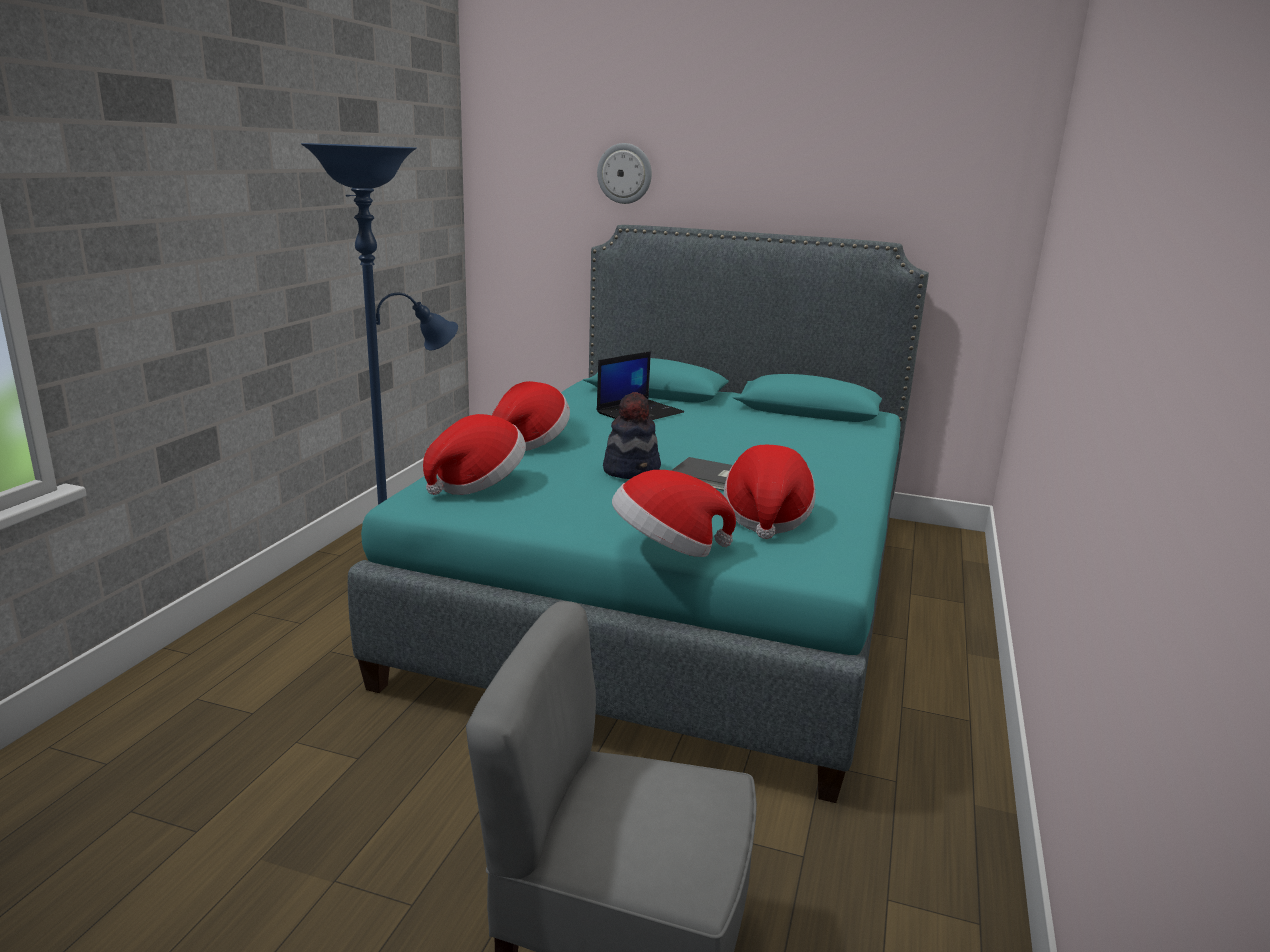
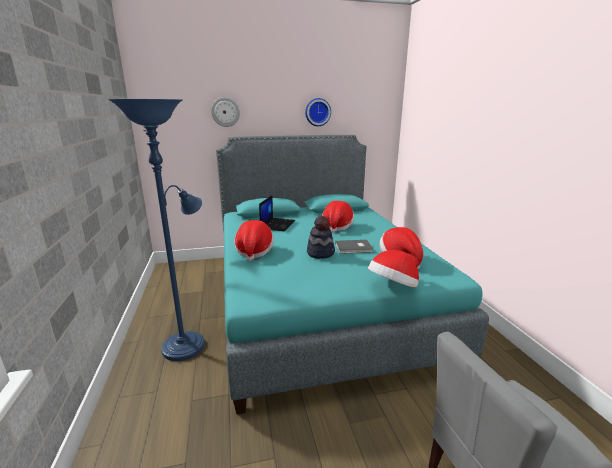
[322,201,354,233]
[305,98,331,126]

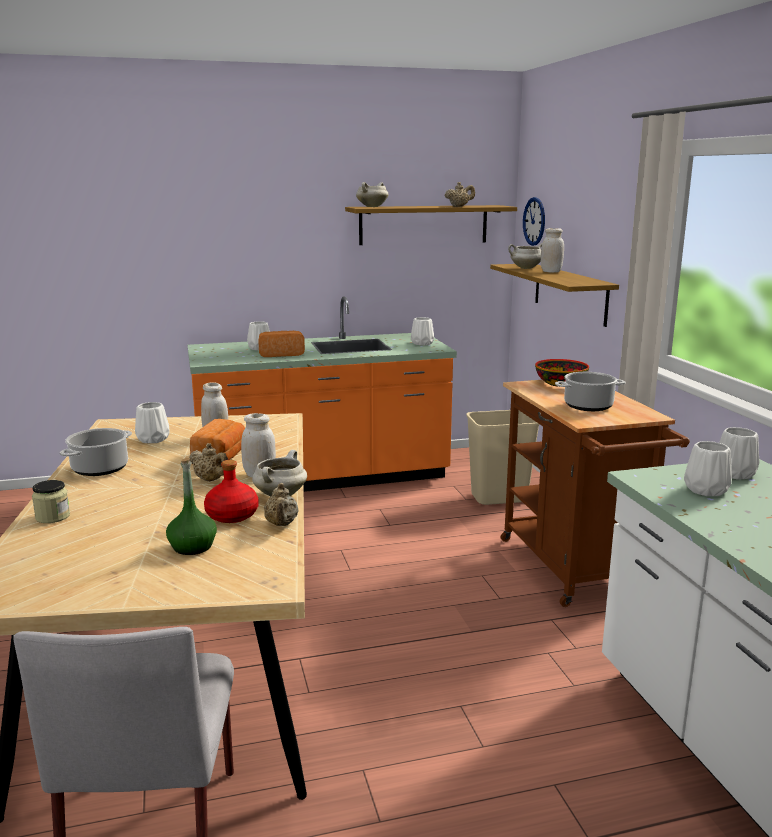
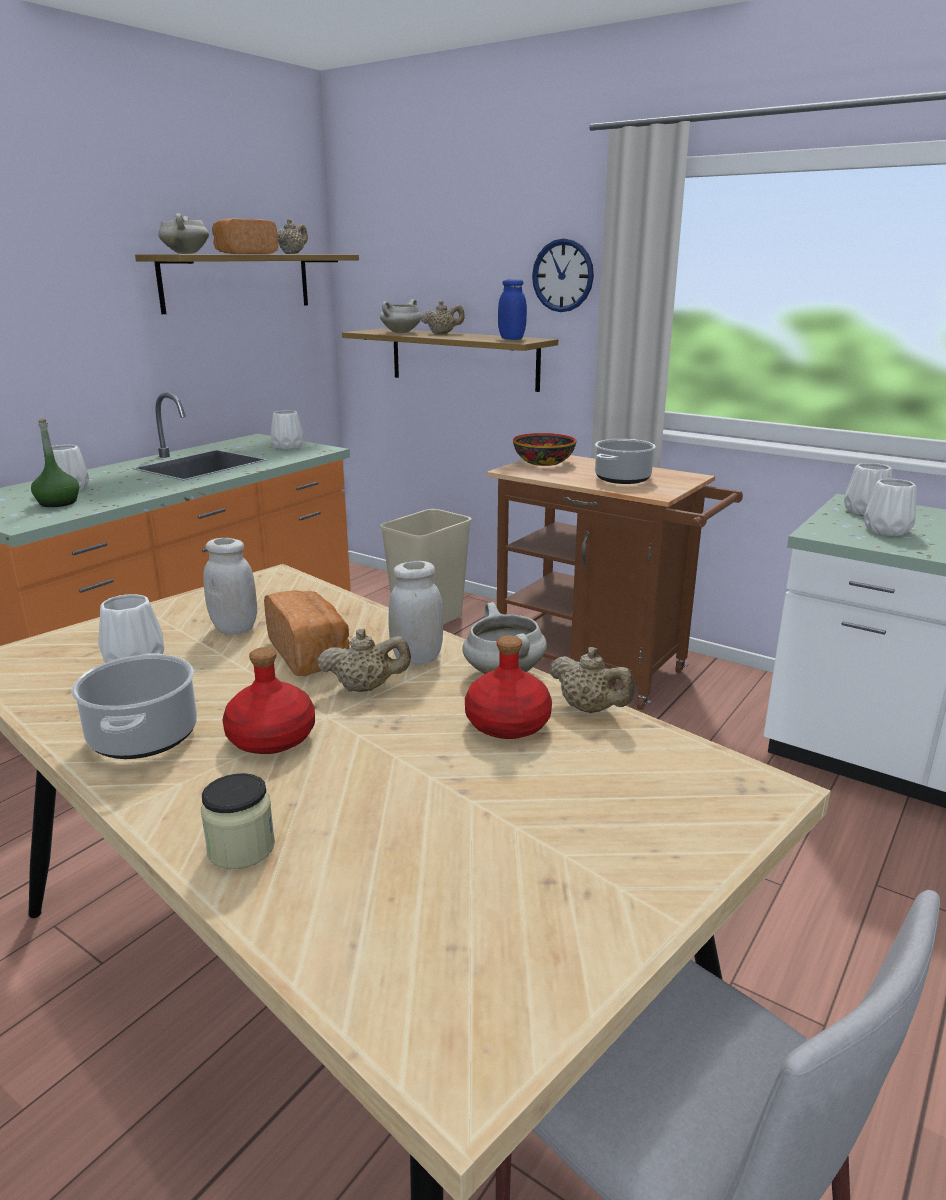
[31,419,79,507]
[212,218,278,254]
[532,238,594,312]
[421,300,464,334]
[222,647,315,754]
[498,279,527,340]

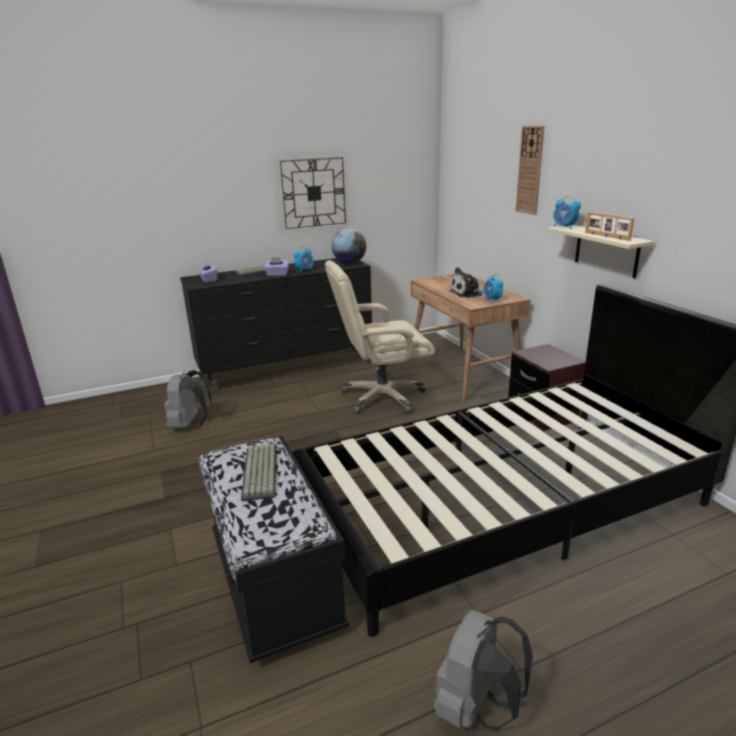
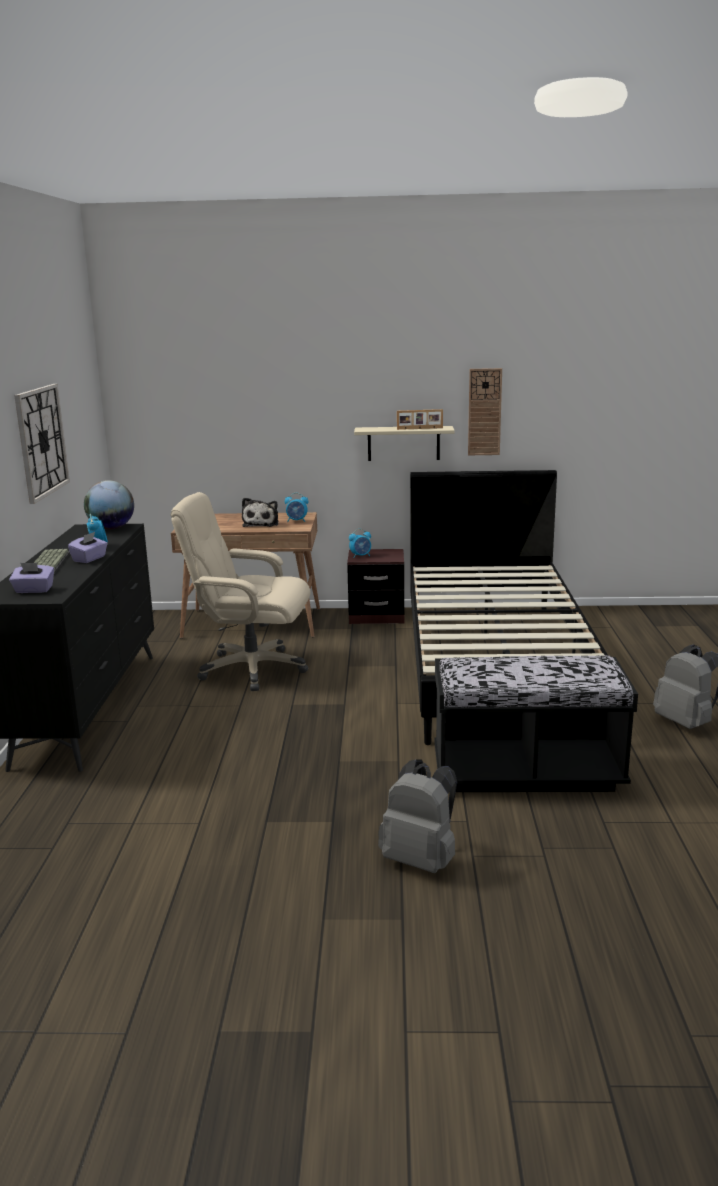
[378,760,457,873]
[241,444,277,501] (first image)
[171,492,310,691]
[468,368,502,455]
[349,529,371,558]

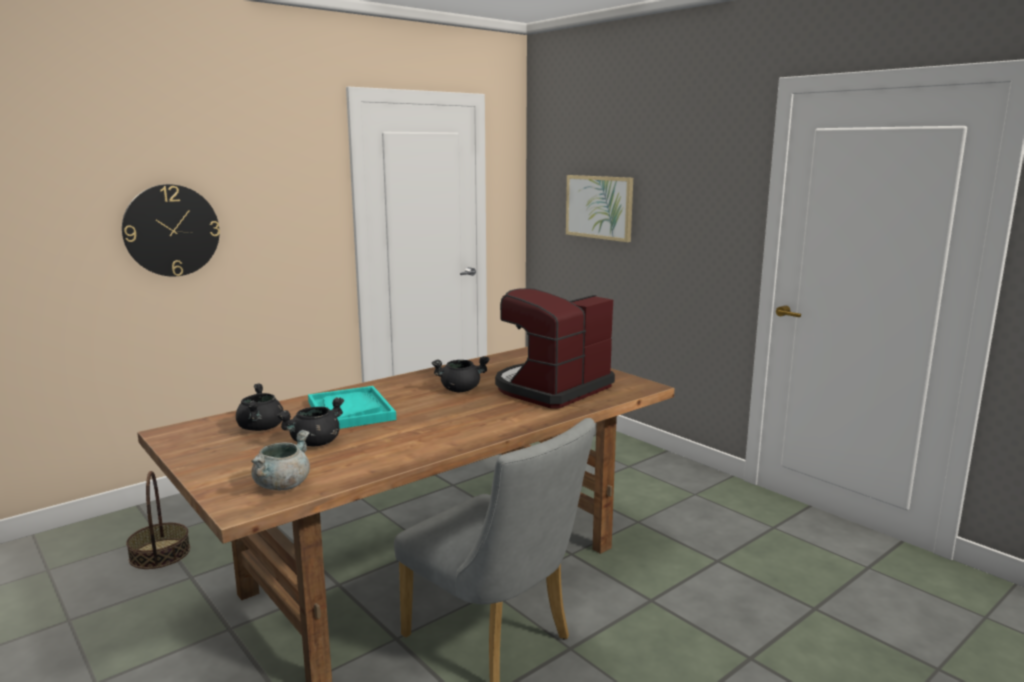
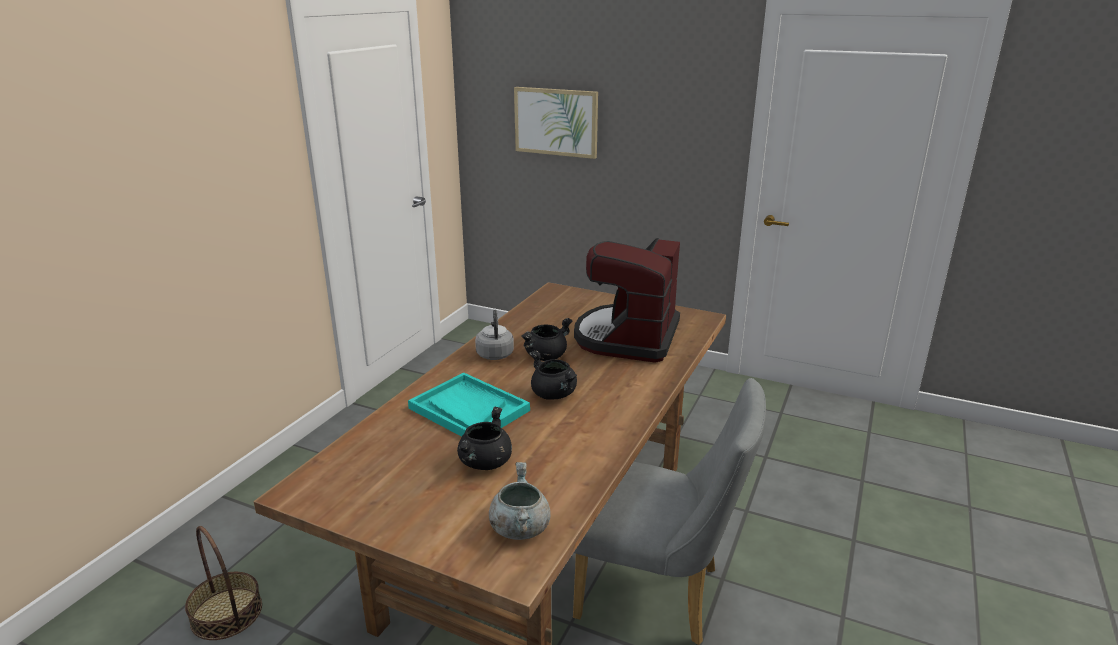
[122,184,220,277] (first image)
[529,351,577,400]
[475,310,514,360]

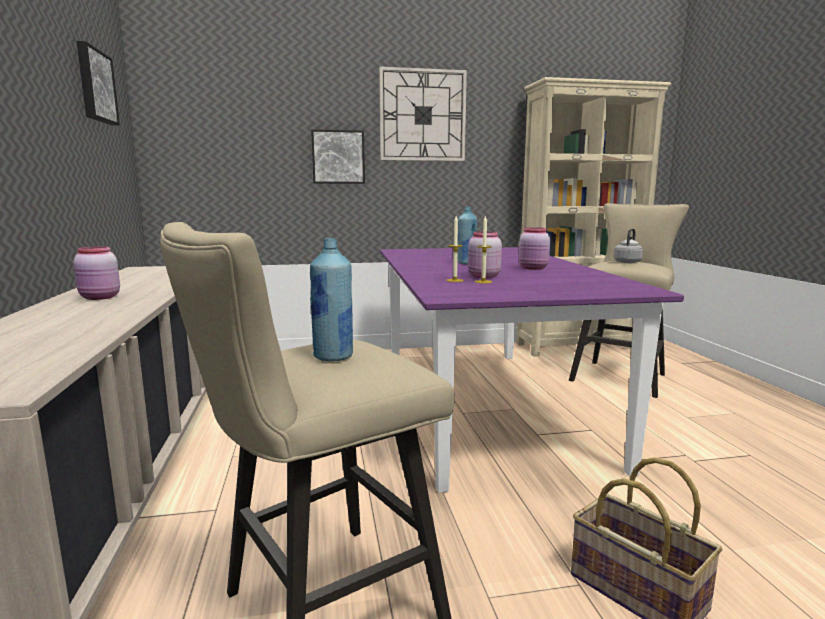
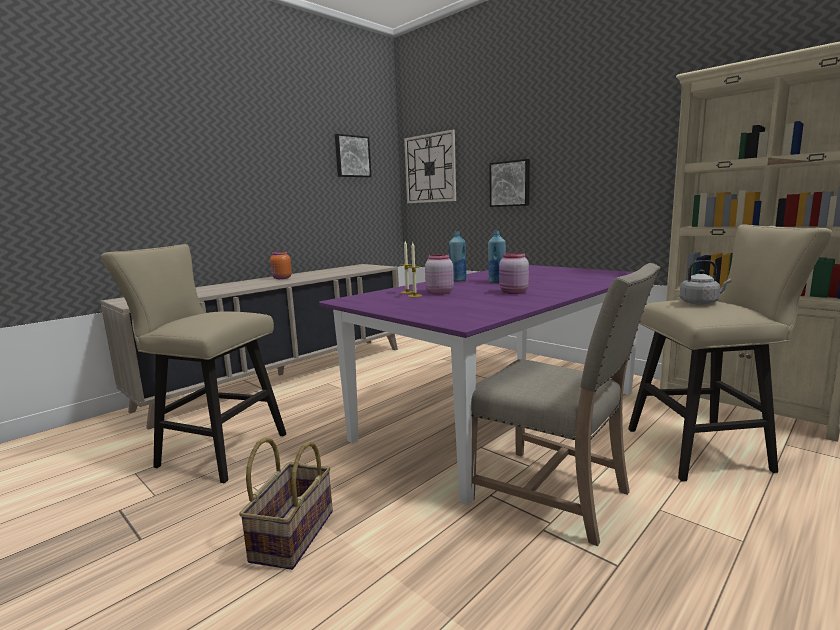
[270,251,292,279]
[449,231,467,282]
[404,129,456,203]
[471,263,660,546]

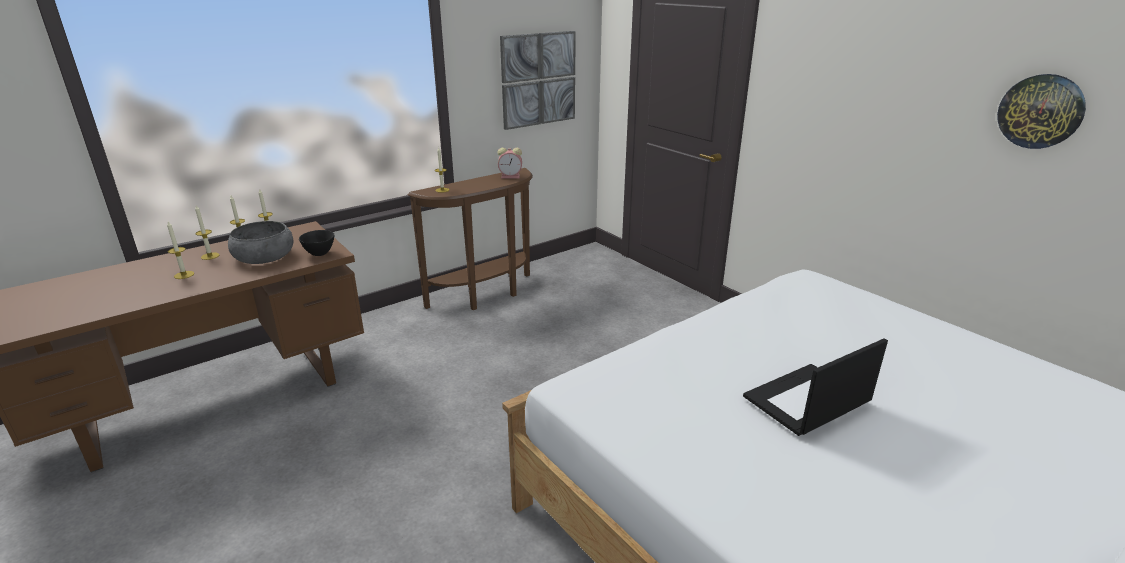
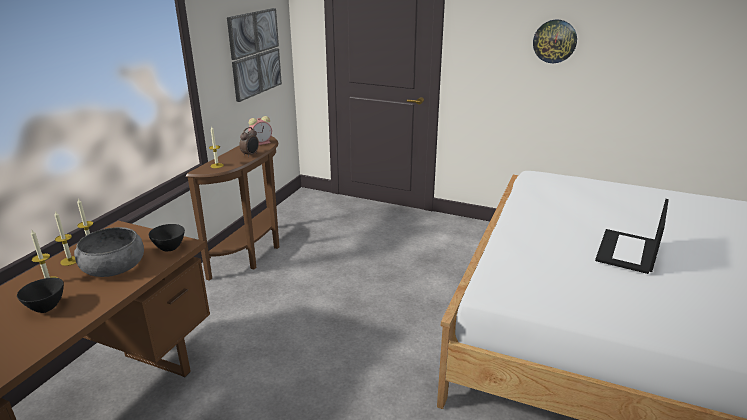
[17,277,64,313]
[533,20,577,63]
[239,127,259,157]

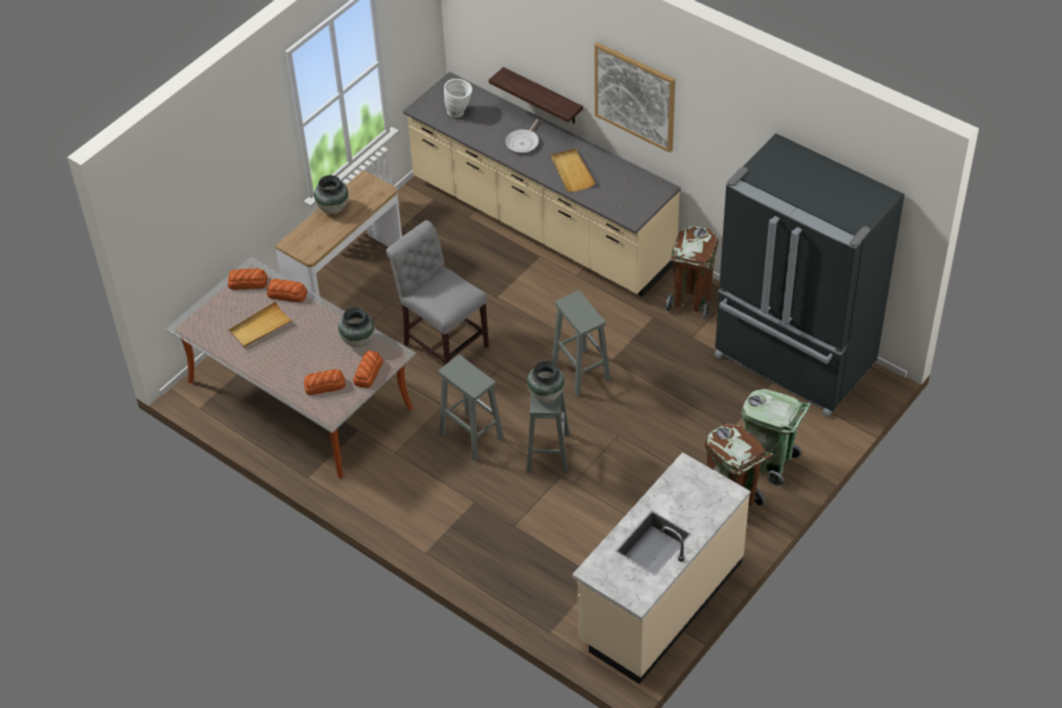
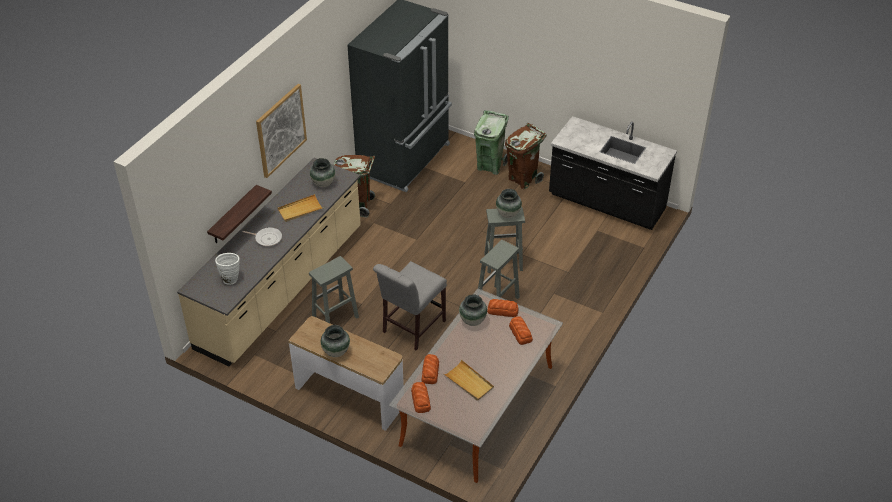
[309,256,359,323]
[549,116,677,230]
[310,158,335,187]

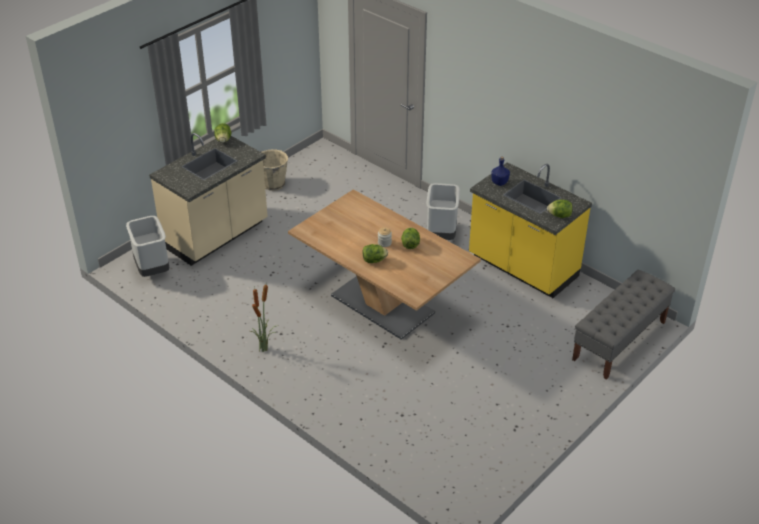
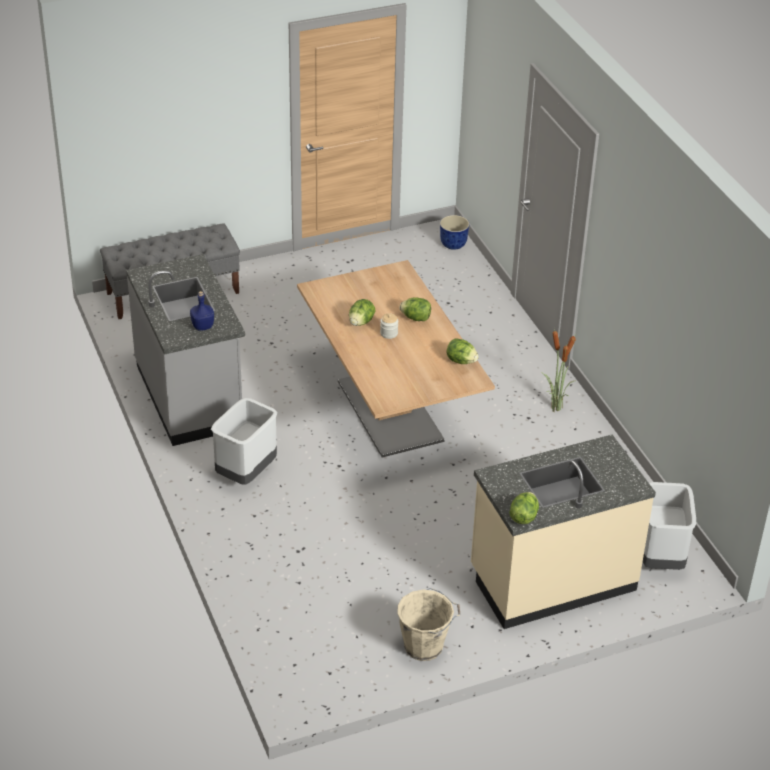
[126,254,245,446]
[446,338,479,364]
[440,215,469,250]

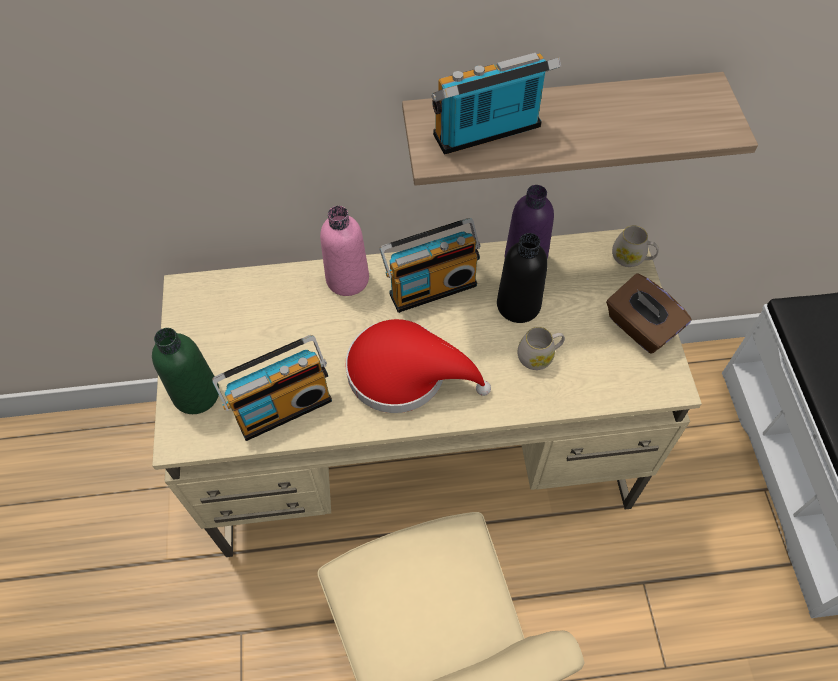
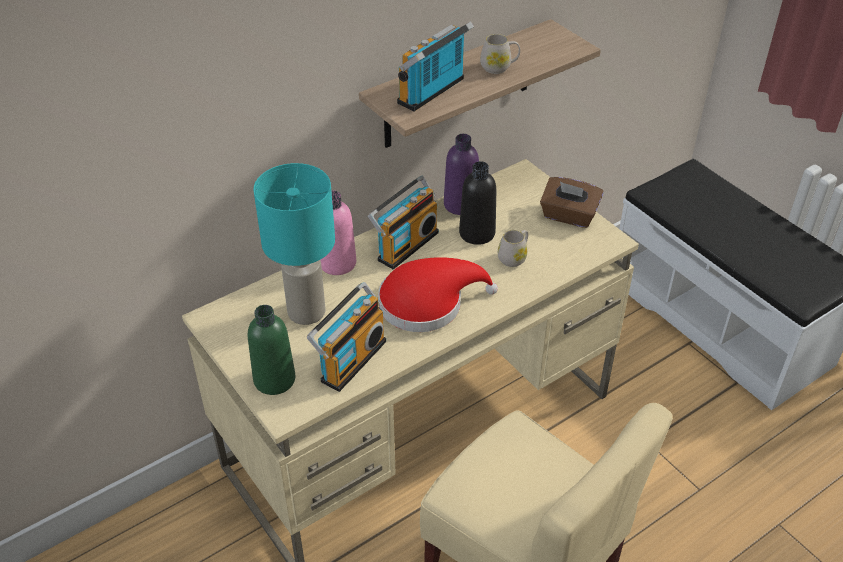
[480,34,520,74]
[253,163,335,325]

